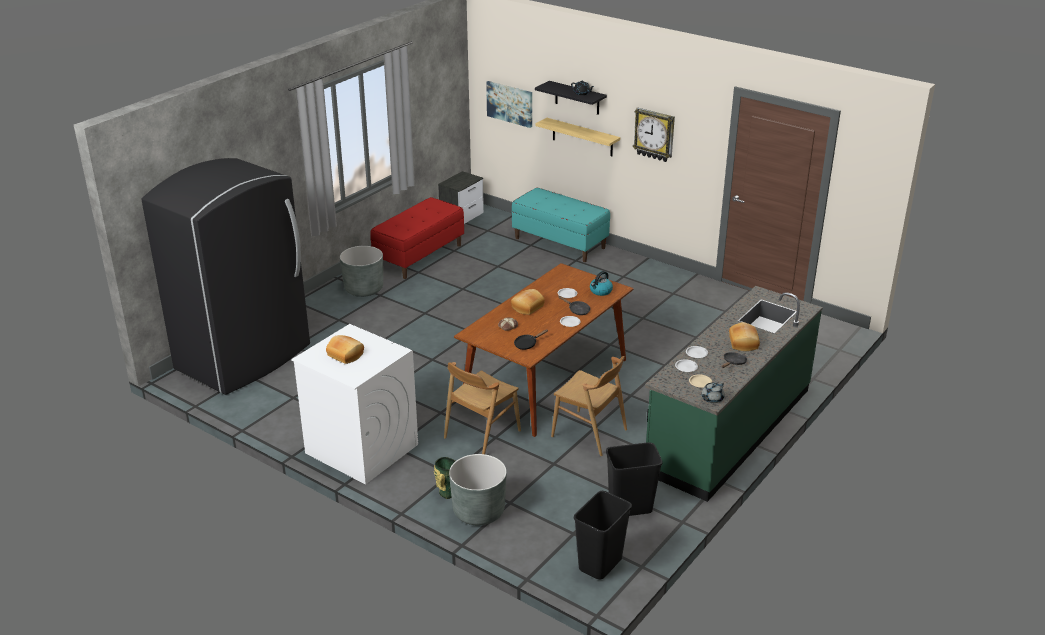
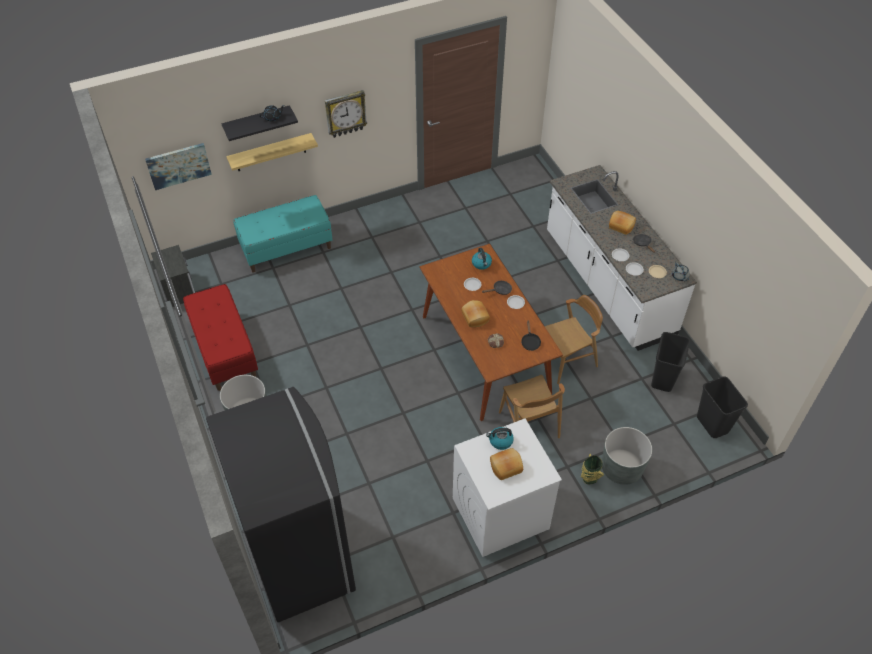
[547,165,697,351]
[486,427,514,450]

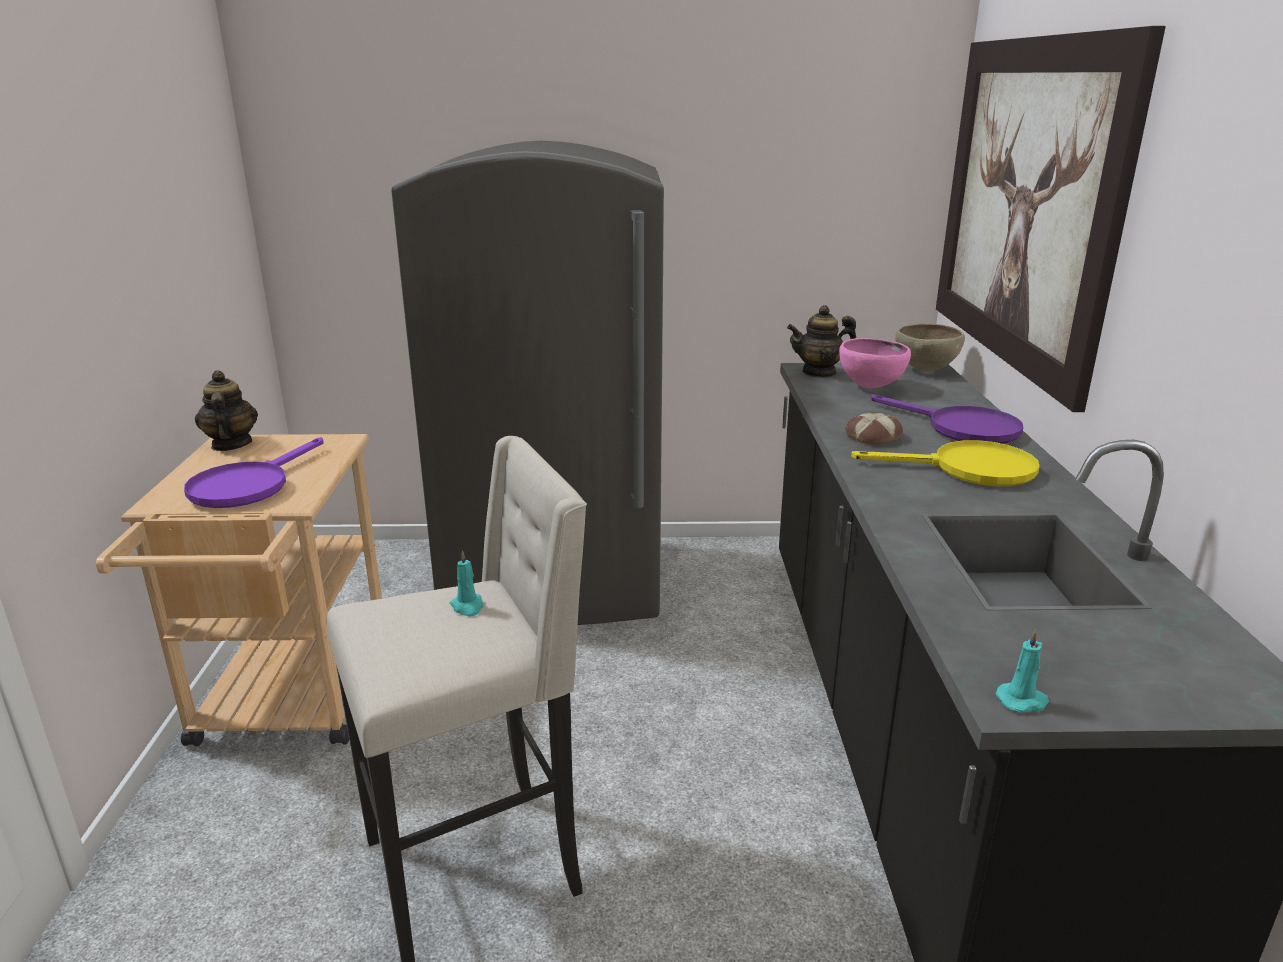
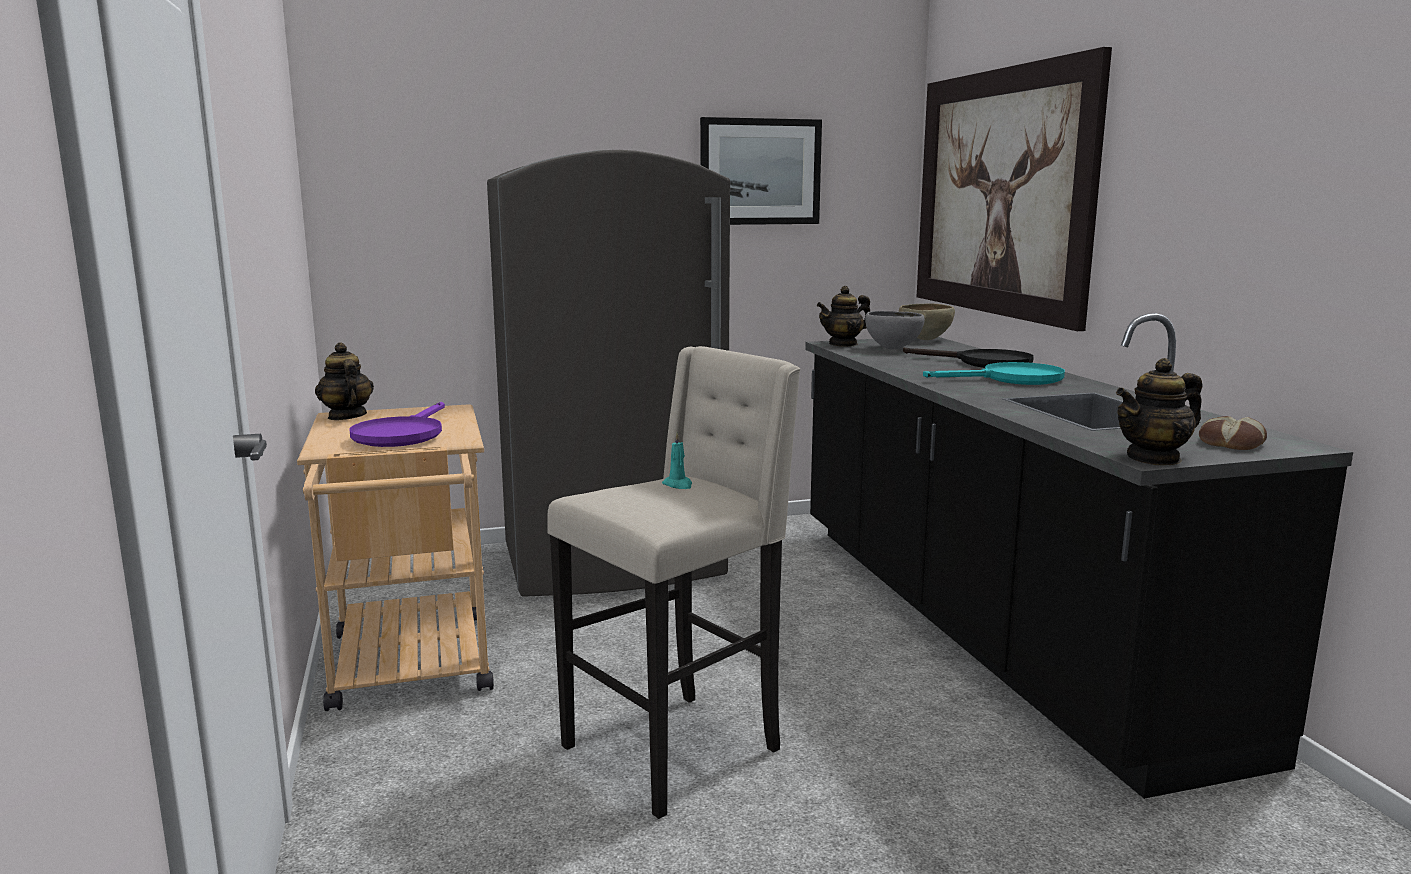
[865,311,925,349]
[1199,416,1267,450]
[923,362,1065,385]
[903,348,1034,368]
[1116,358,1202,465]
[700,117,822,225]

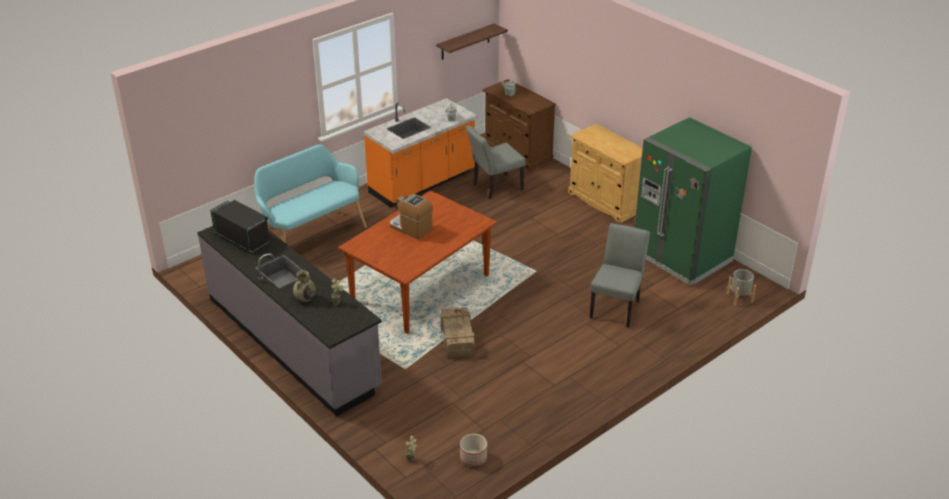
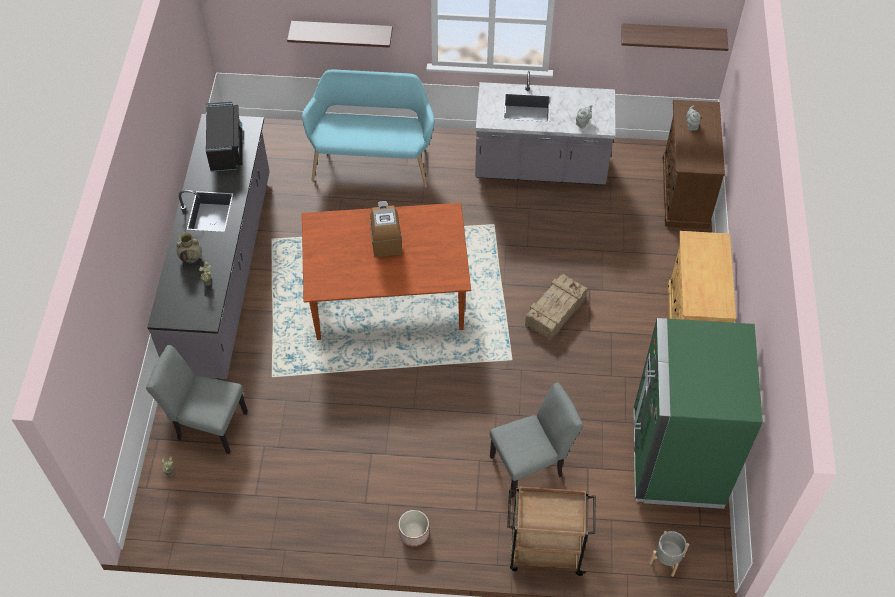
[475,71,615,185]
[525,273,587,341]
[399,510,429,546]
[146,345,248,454]
[287,21,393,48]
[507,486,595,576]

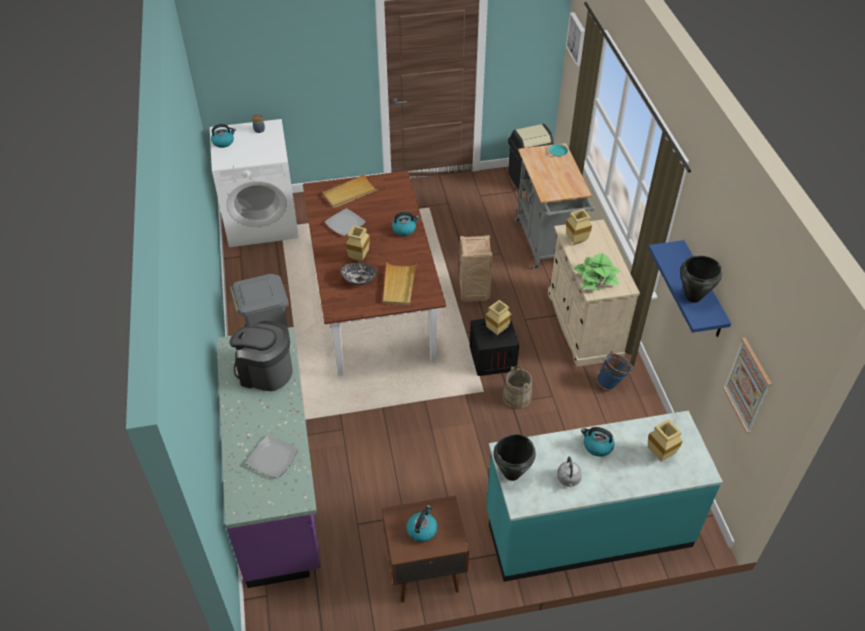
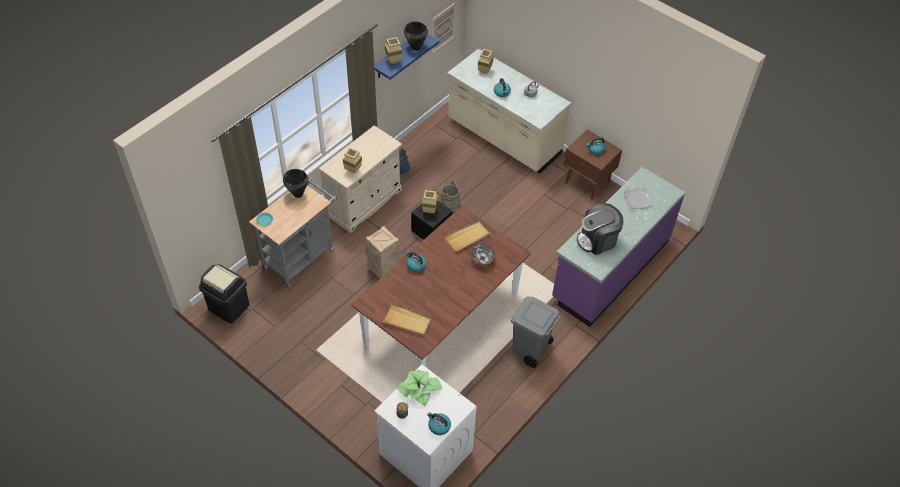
[577,203,623,255]
[325,208,366,236] (first image)
[385,37,402,64]
[447,49,571,173]
[283,169,309,198]
[566,12,585,66] (first image)
[397,370,442,406]

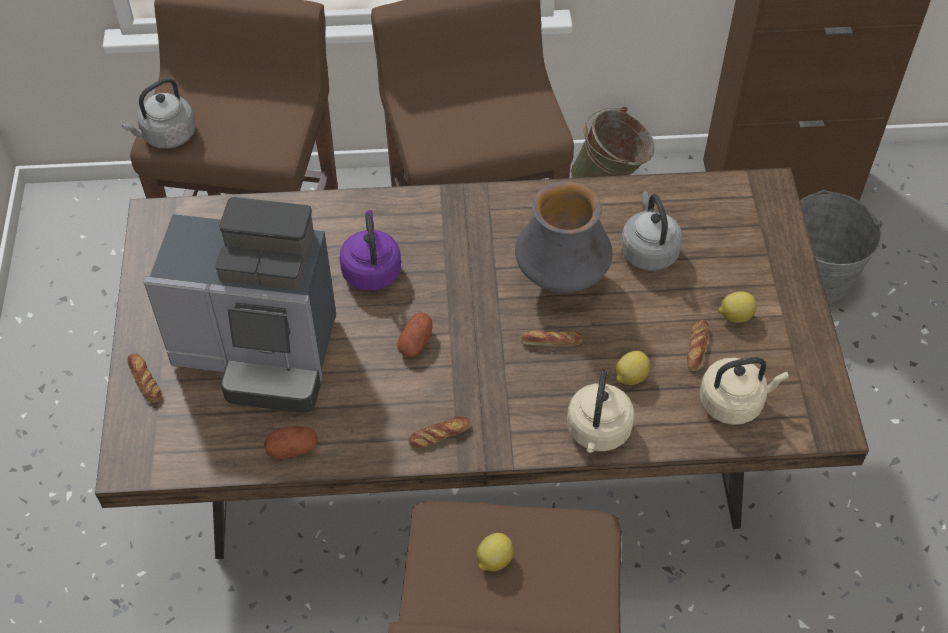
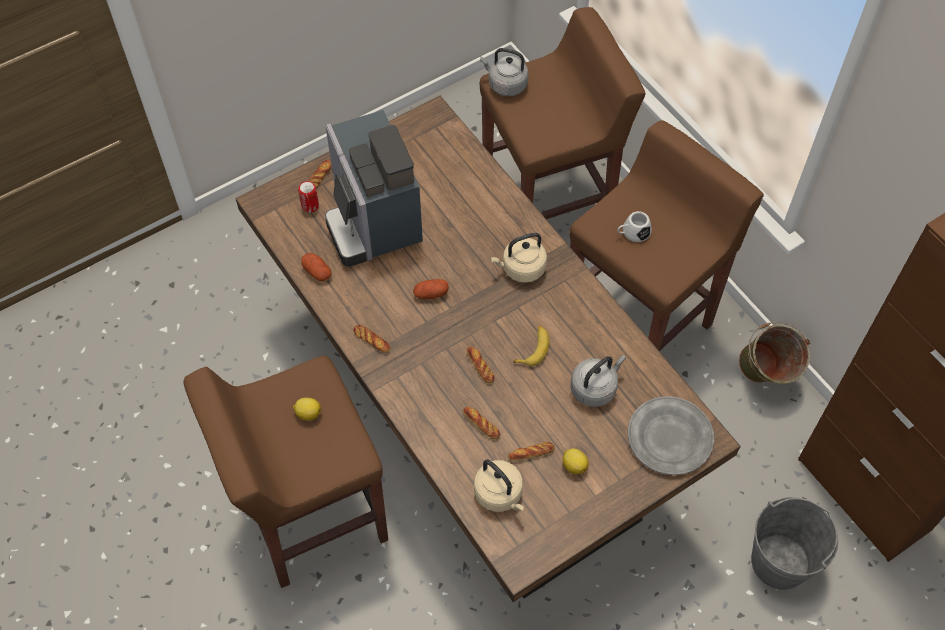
[340,210,401,291] (first image)
[513,326,549,366]
[491,233,547,283]
[463,406,500,439]
[298,181,319,213]
[617,211,652,242]
[628,396,714,475]

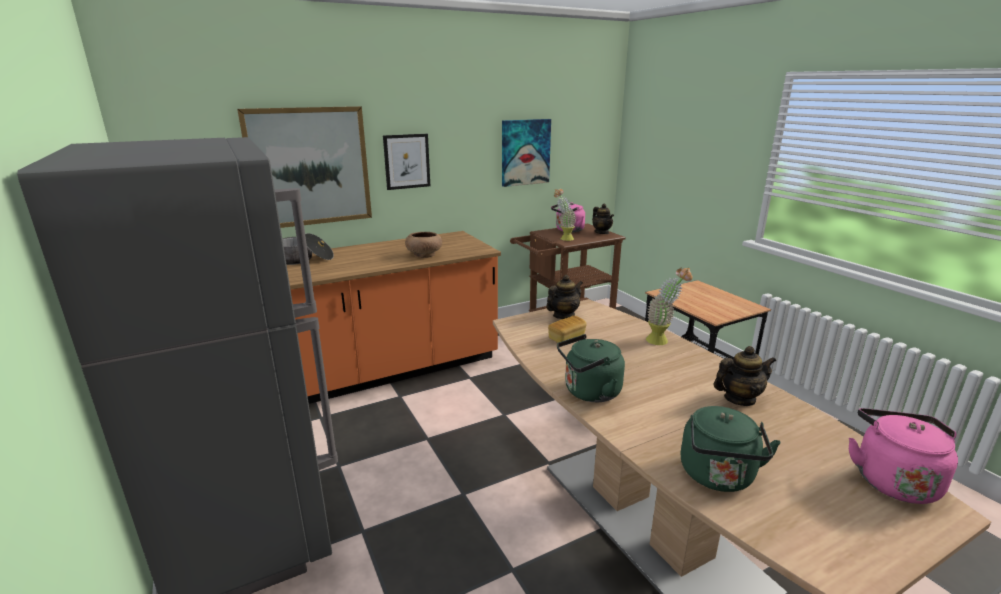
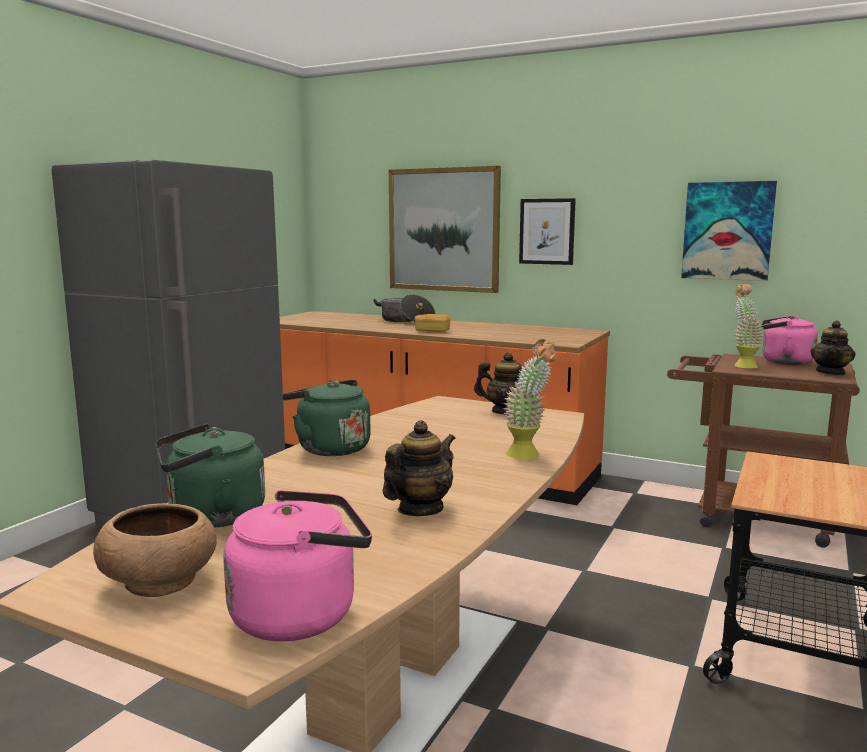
[93,503,217,597]
[414,314,450,332]
[383,420,455,516]

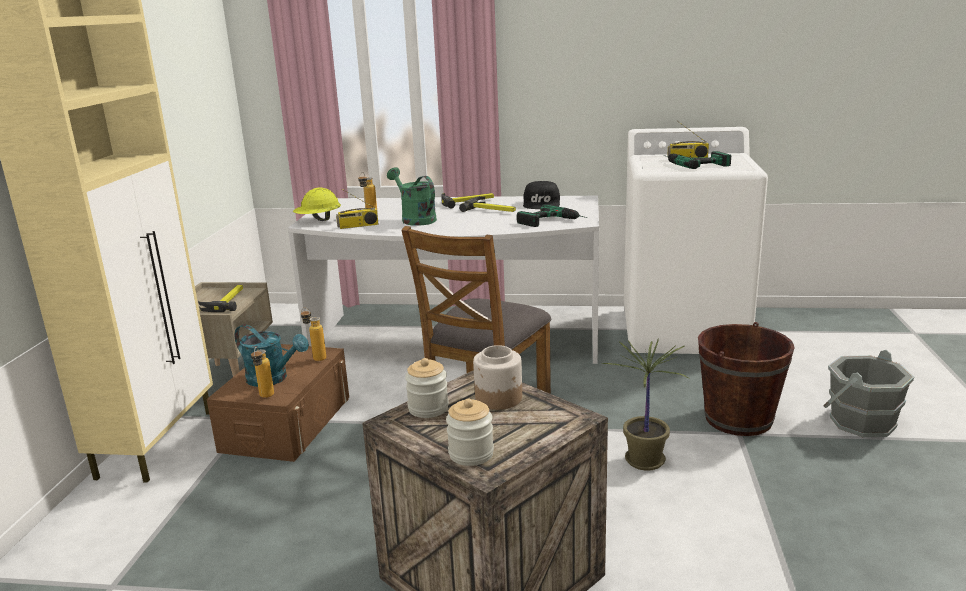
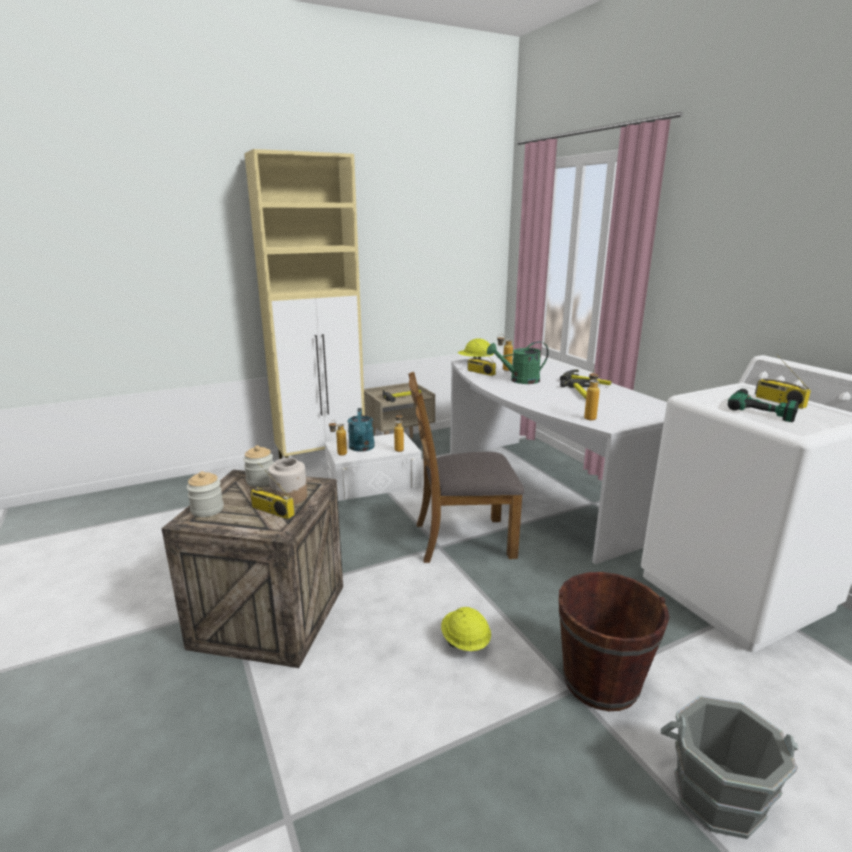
[325,432,422,501]
[487,341,549,384]
[584,369,600,420]
[523,181,560,209] (first image)
[441,607,491,651]
[250,463,294,519]

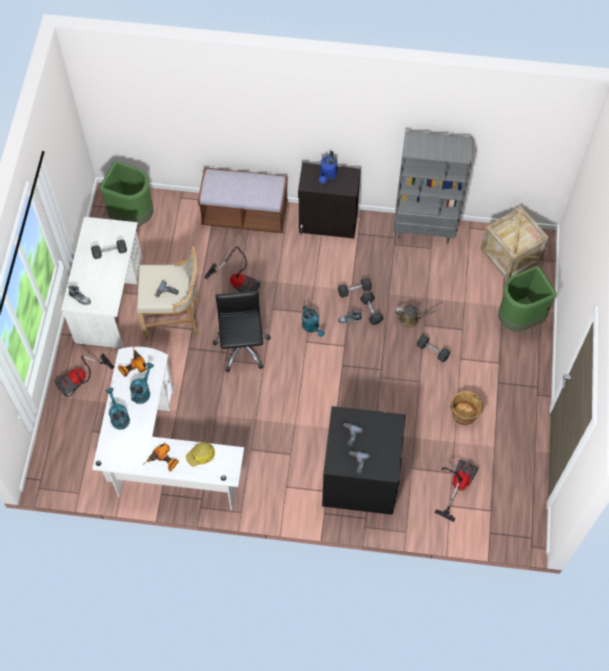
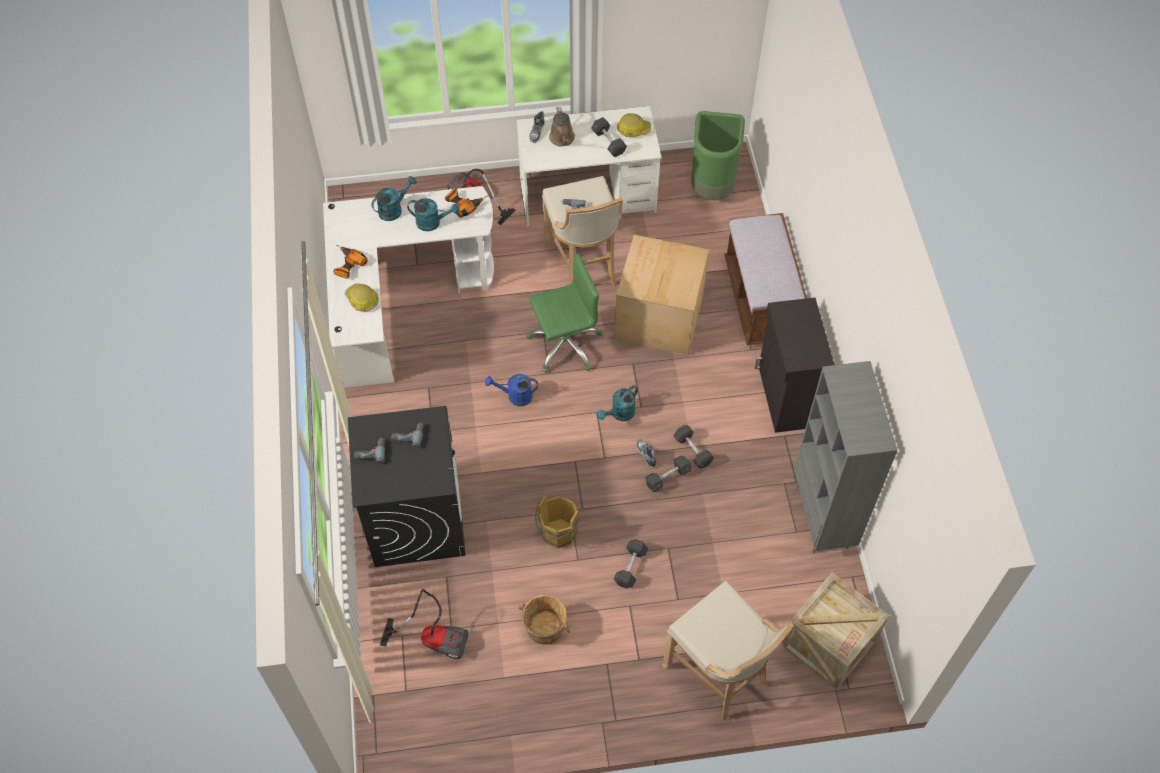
[614,235,709,355]
[526,253,603,373]
[485,374,538,406]
[549,106,575,146]
[662,581,794,721]
[535,495,580,548]
[617,113,651,137]

